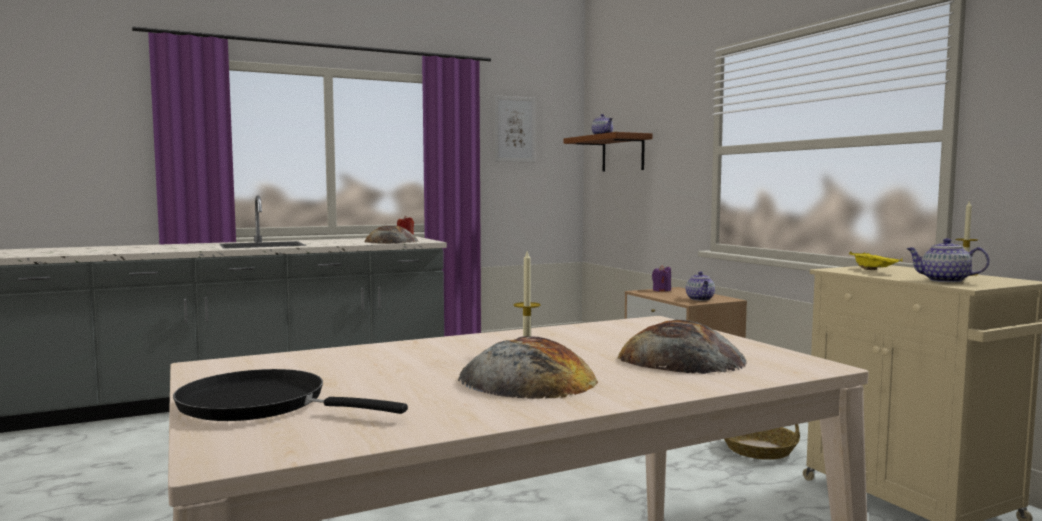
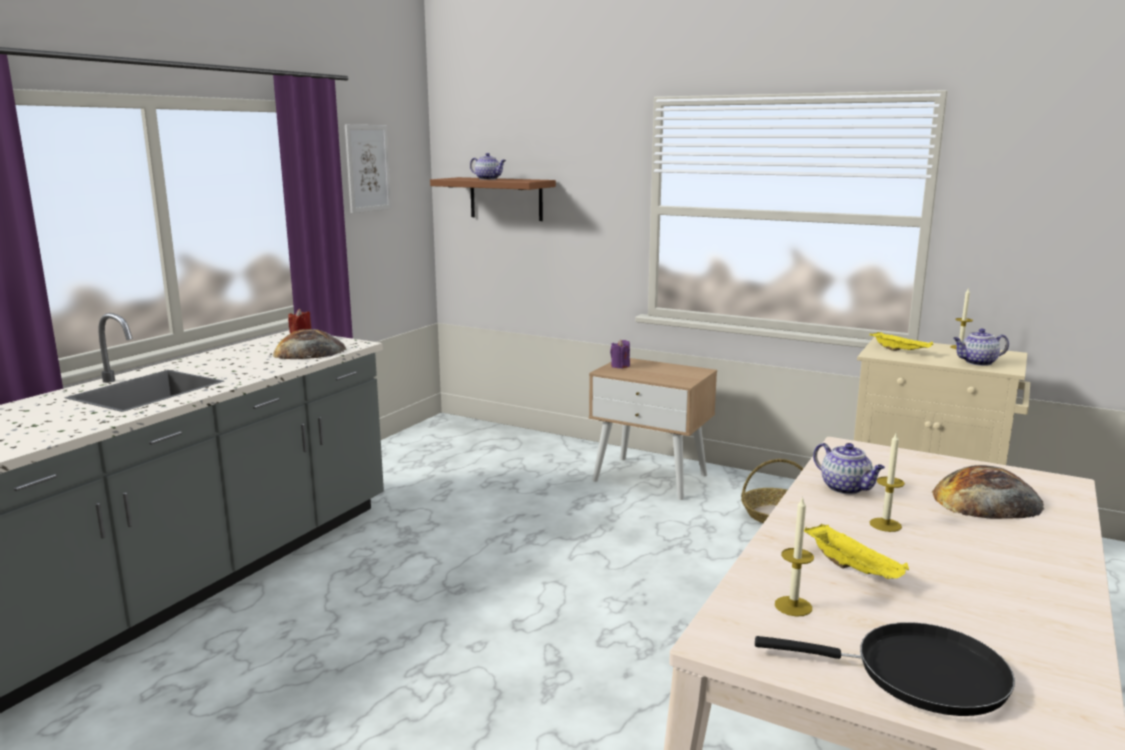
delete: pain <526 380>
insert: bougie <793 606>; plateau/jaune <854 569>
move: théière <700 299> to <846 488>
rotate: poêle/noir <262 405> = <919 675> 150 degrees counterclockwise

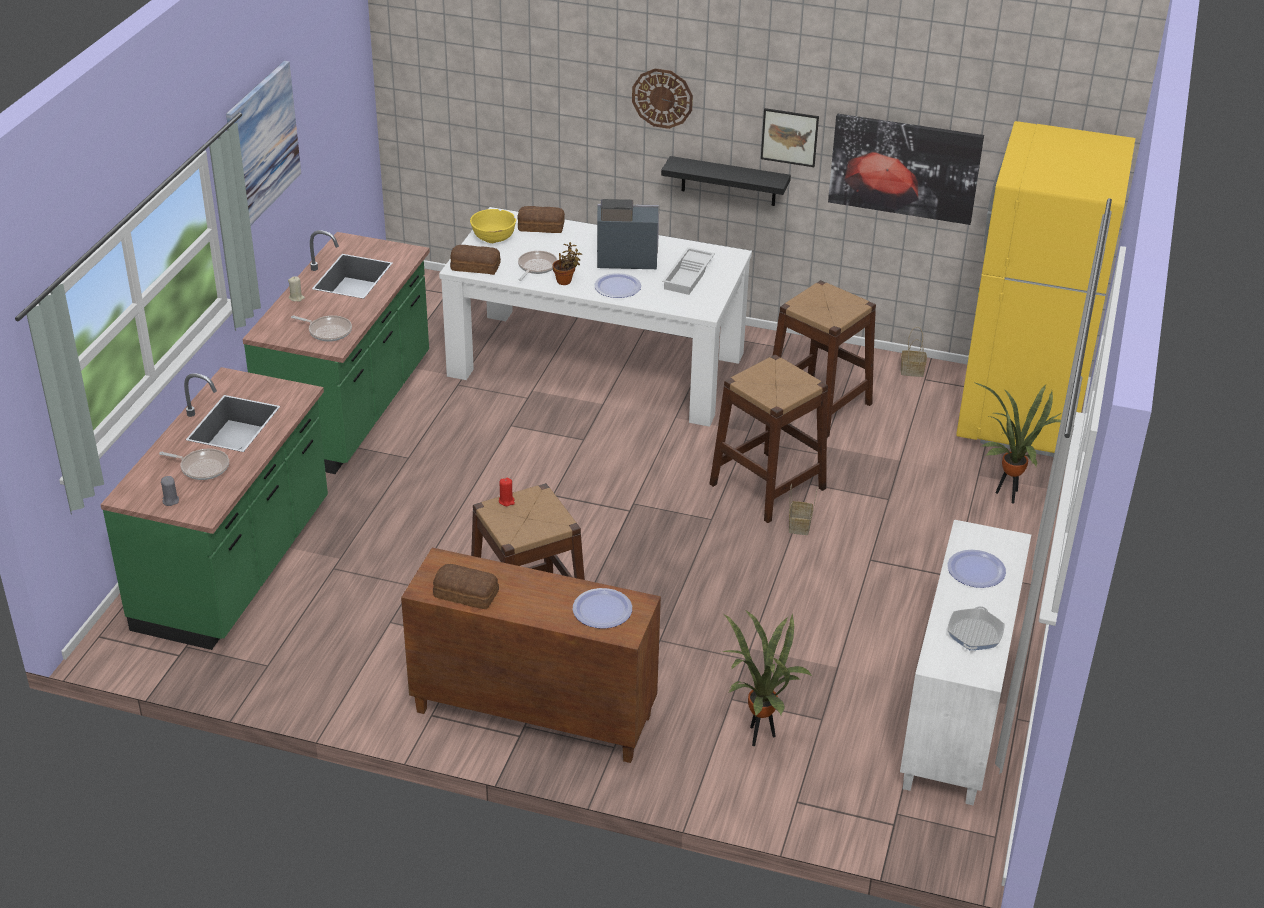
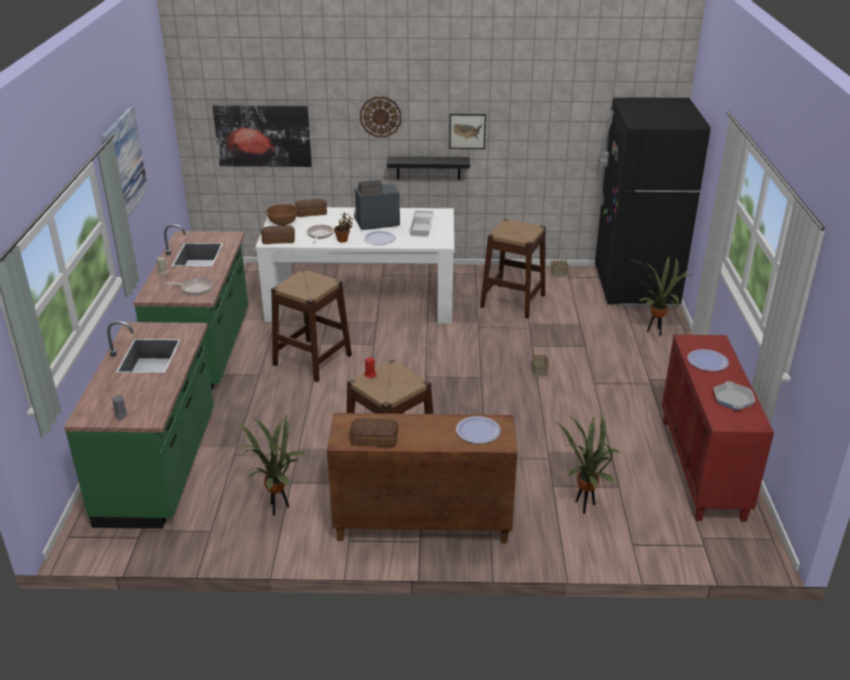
delete: poêle <202 467>
insert: plante en pot <276 509>
move: tabouret/marron <767 486> to <312 360>; tableau <904 168> to <263 135>
recolor: bol/jaune <493 238> to bol/marron <282 223>; meuble de rangement/blanc <956 718> to meuble de rangement/rouge <703 468>; réfrigérateur/jaune <1020 415> to réfrigérateur/noir <635 287>

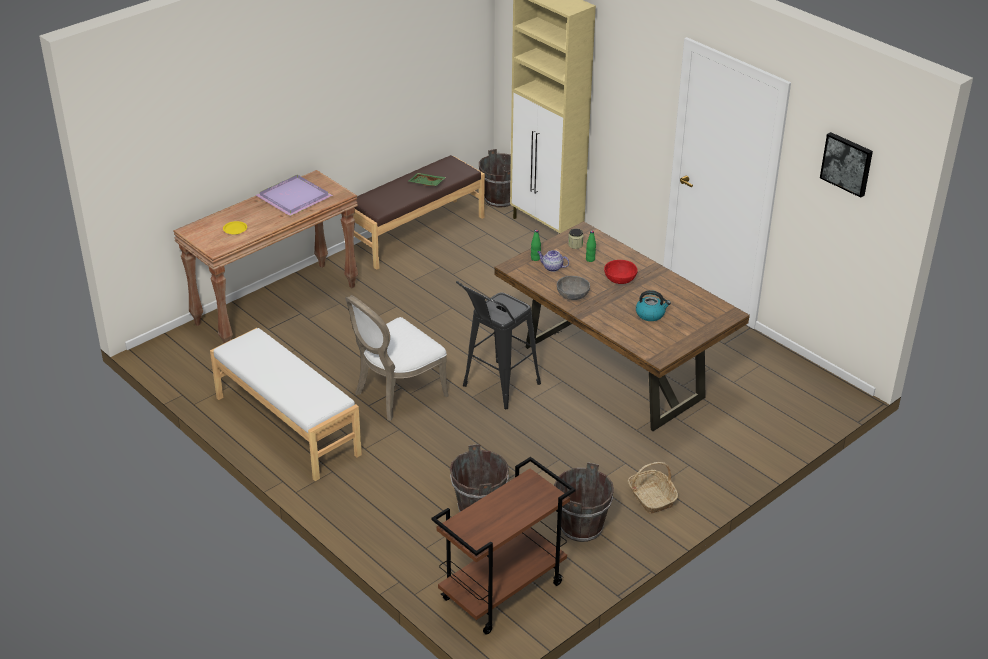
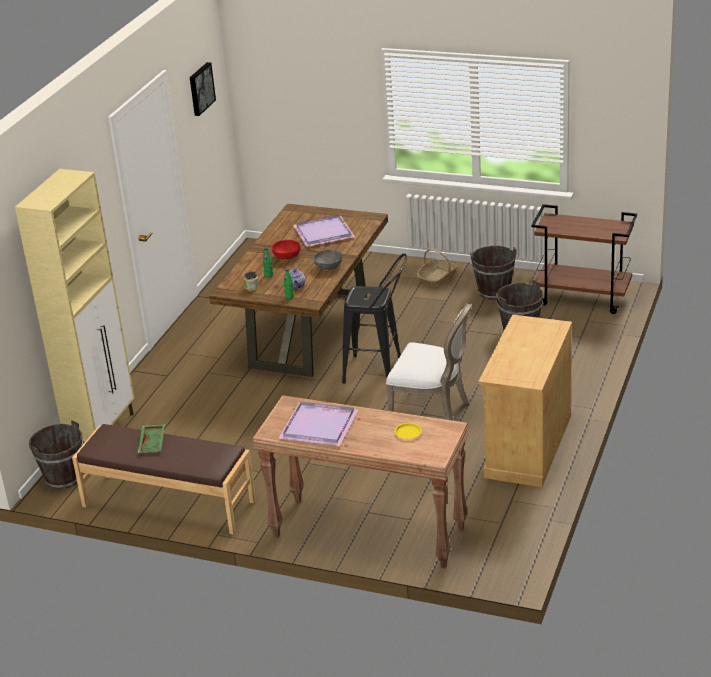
replace: banc/blanc <286 426> to meuble de rangement/beige <527 446>; bouilloire <650 314> to plateau/violet <323 233>

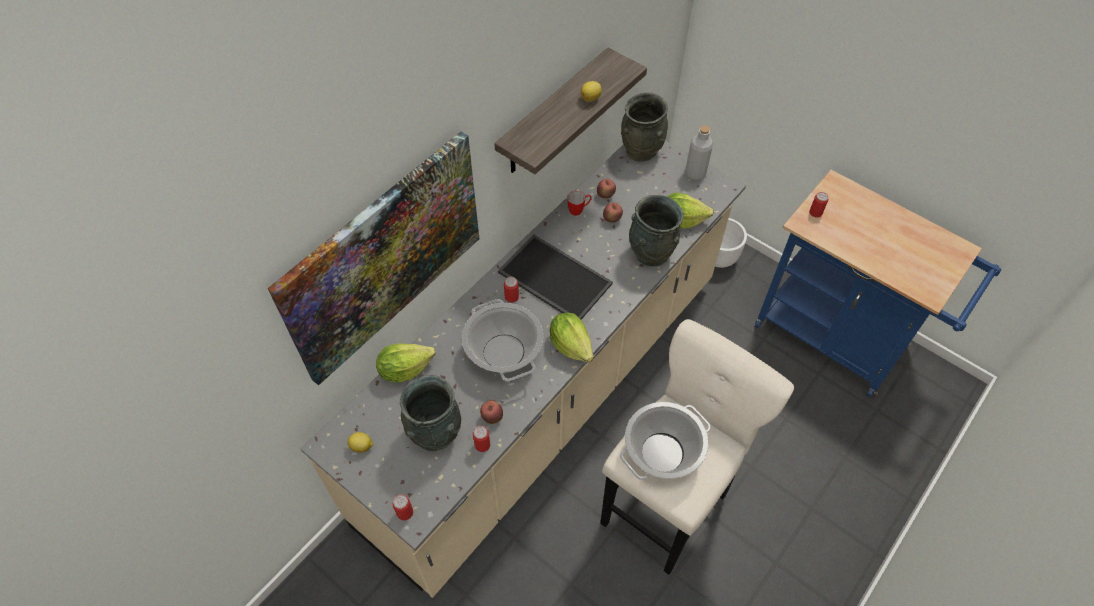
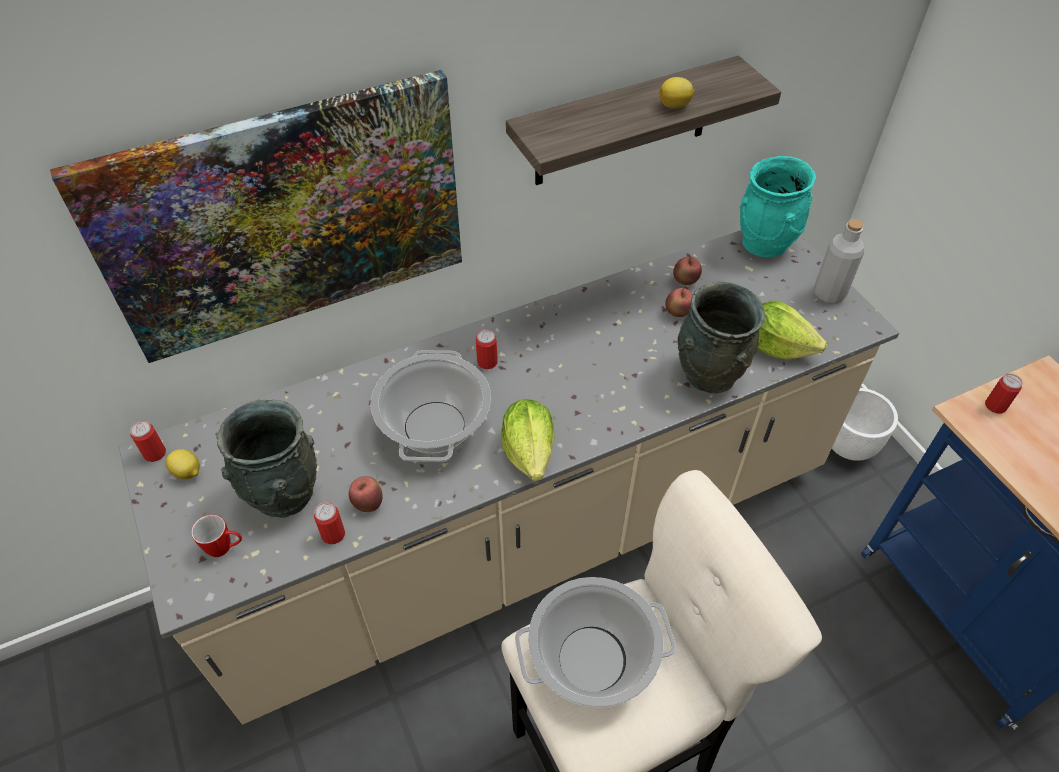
delete: laitue <405 369>; plateau <553 278>
move: boîte métallique <405 512> to <155 453>; mug <579 210> to <225 548>
recolor: vase/gris <641 150> to vase/turquoise <765 243>

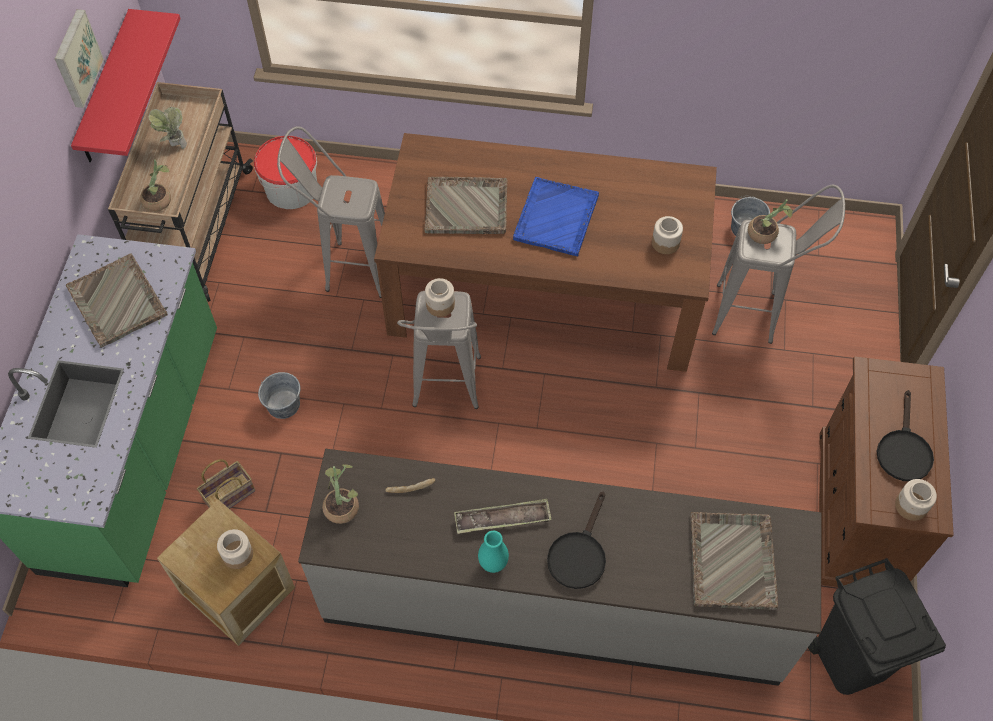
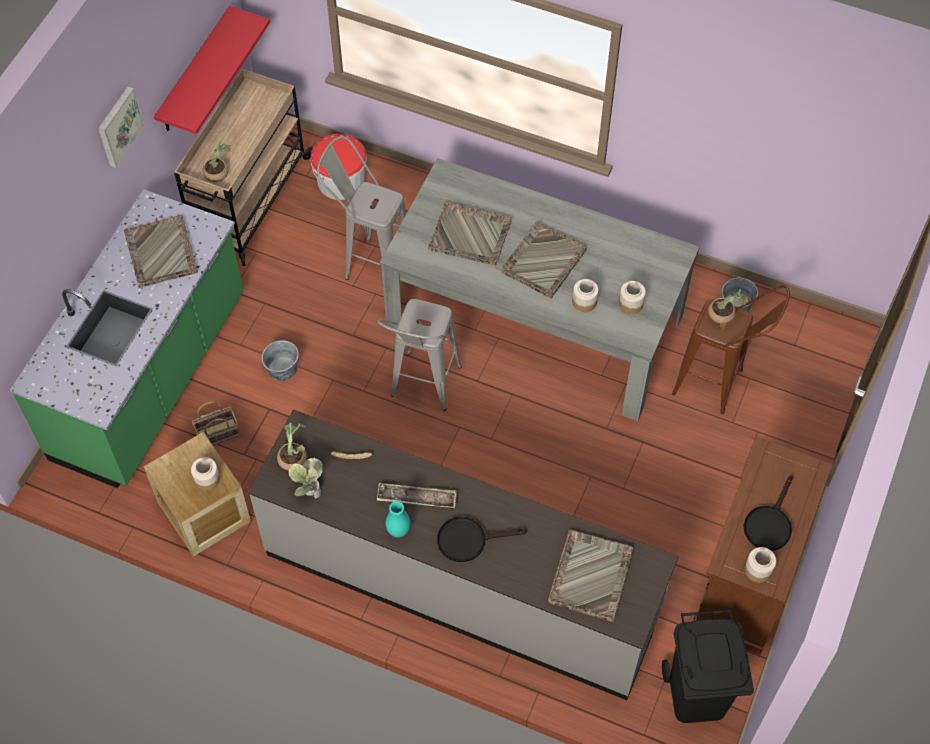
move: tableau <76 58> to <118 126>; plante en pot <174 145> to <308 491>; bocal <440 305> to <584 302>
recolor: table à manger/marron <544 291> to table à manger/gris <535 322>; plateau/bleu <555 218> to plateau/gris <543 261>; tabouret/gris <757 315> to tabouret/marron <718 386>
rotate: poêle/noir <579 553> = <469 539> 45 degrees clockwise

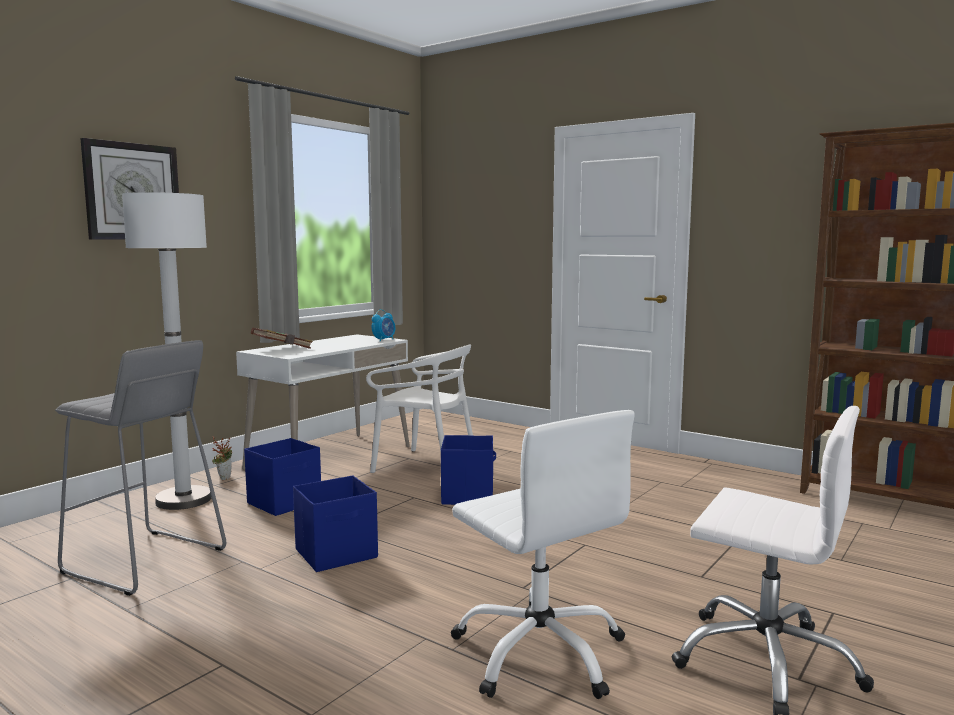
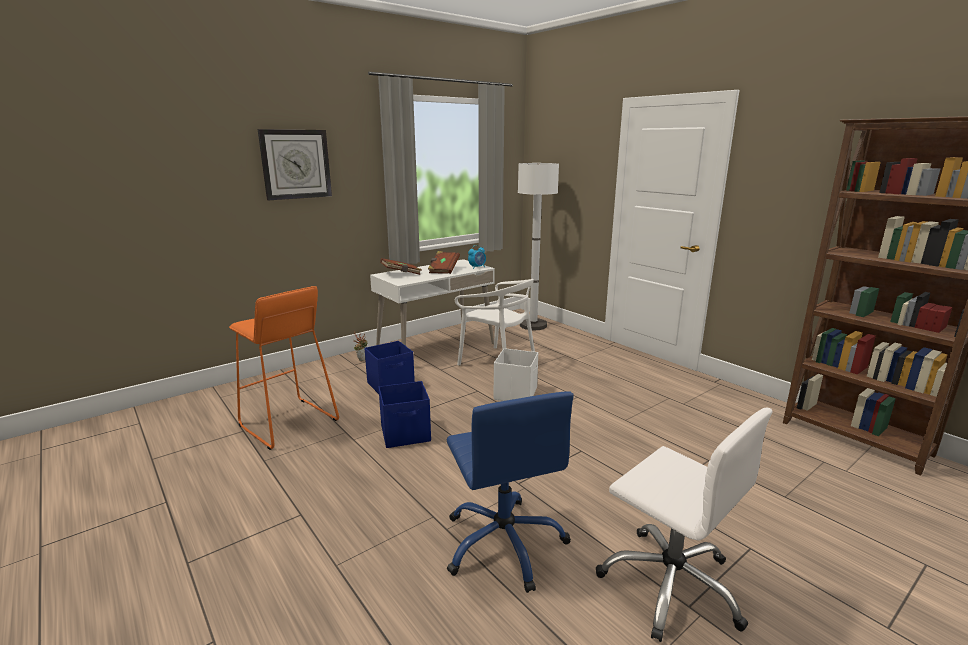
insert: livre/marron <443 270>
move: lampadaire/blanc <184 500> to <533 325>
recolor: tabouret/gris <143 561> to tabouret/orange <288 423>; boîte de rangement/bleu <468 495> to boîte de rangement/blanc <516 393>; chaise de bureau/blanc <540 652> to chaise de bureau/bleu <504 543>

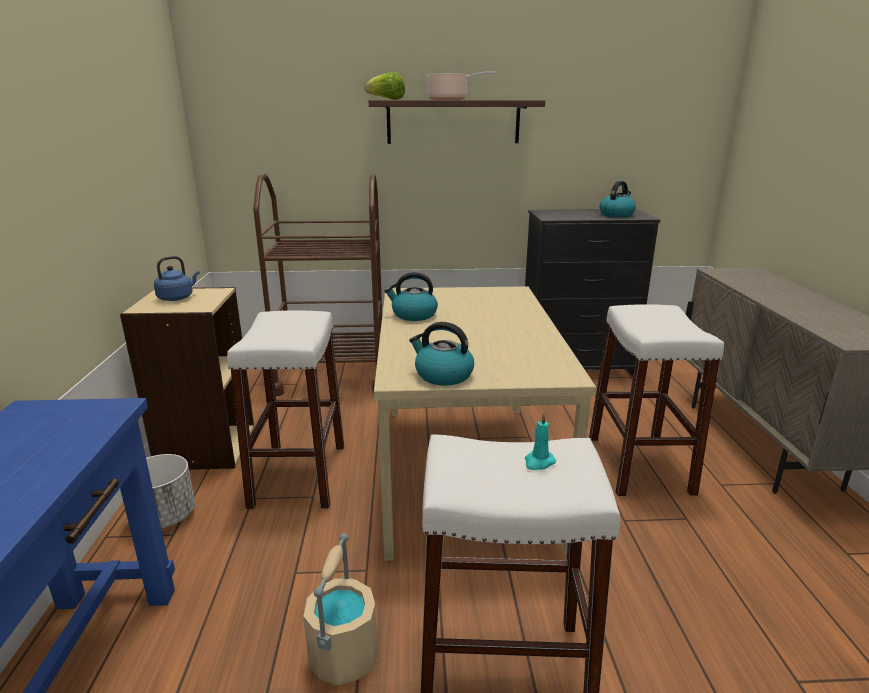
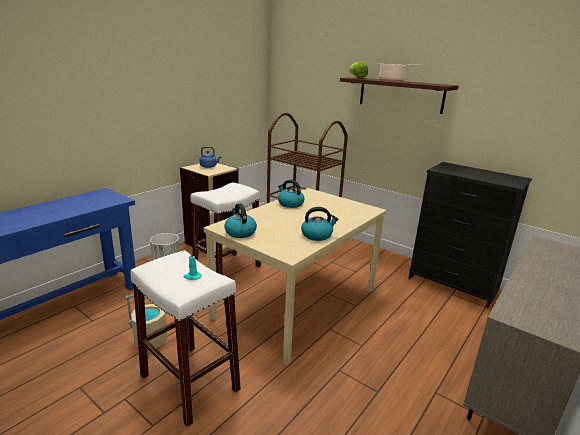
delete: tabouret/blanc <639 465>
move: bouilloire <616 214> to <317 235>

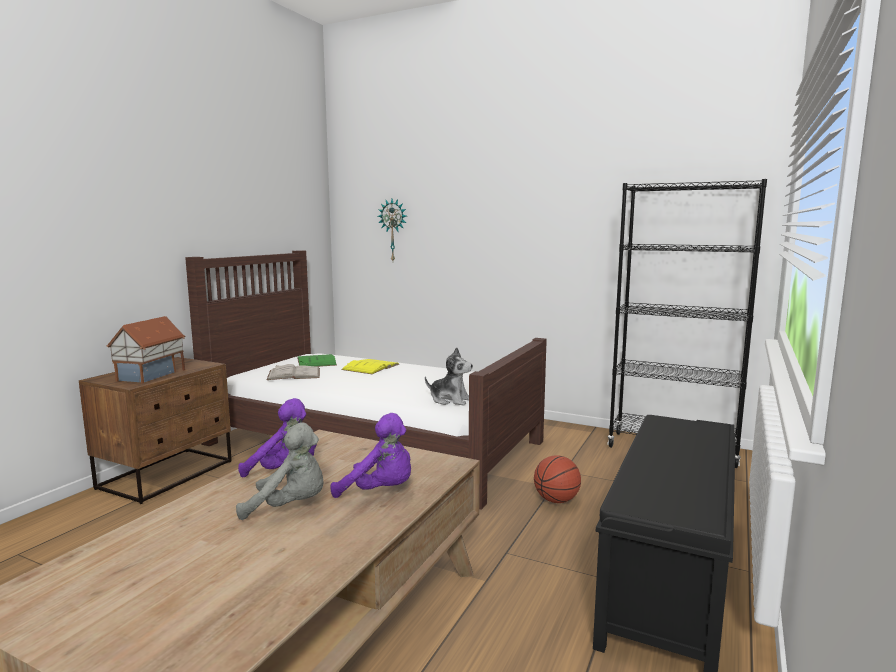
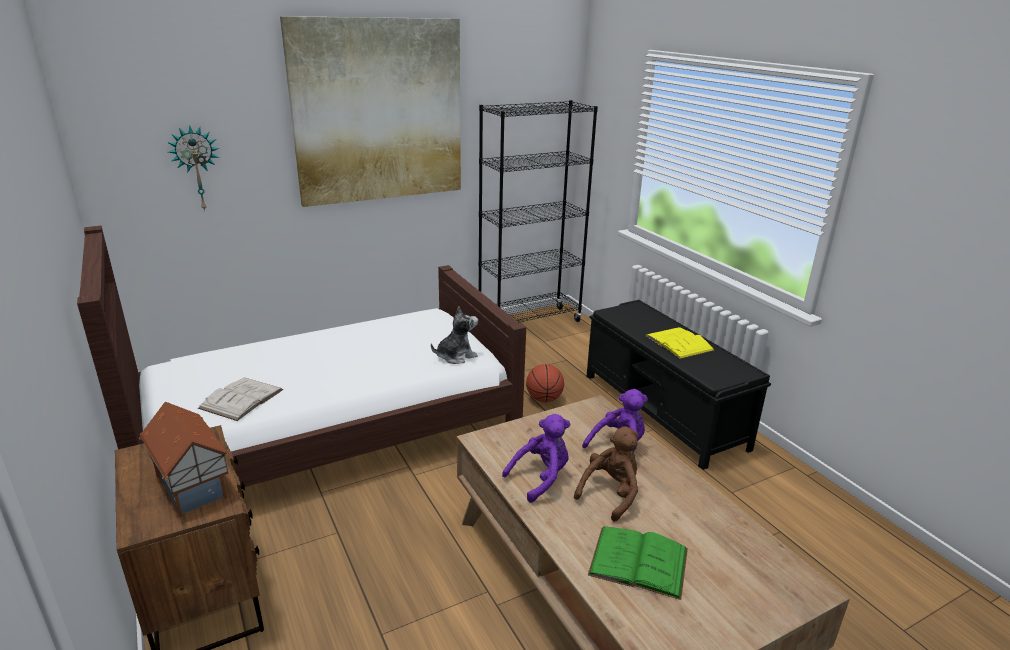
insert: tableau <378 111>
move: livre/vert <316 361> to <638 561>; livre/jaune <370 367> to <679 343>
recolor: peluche/gris <290 507> to peluche/marron <611 494>

